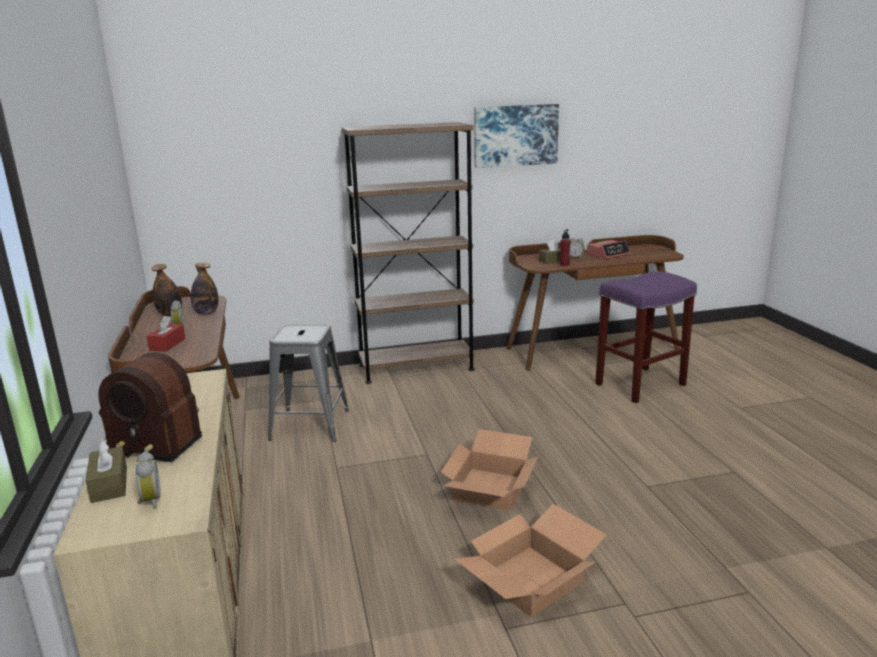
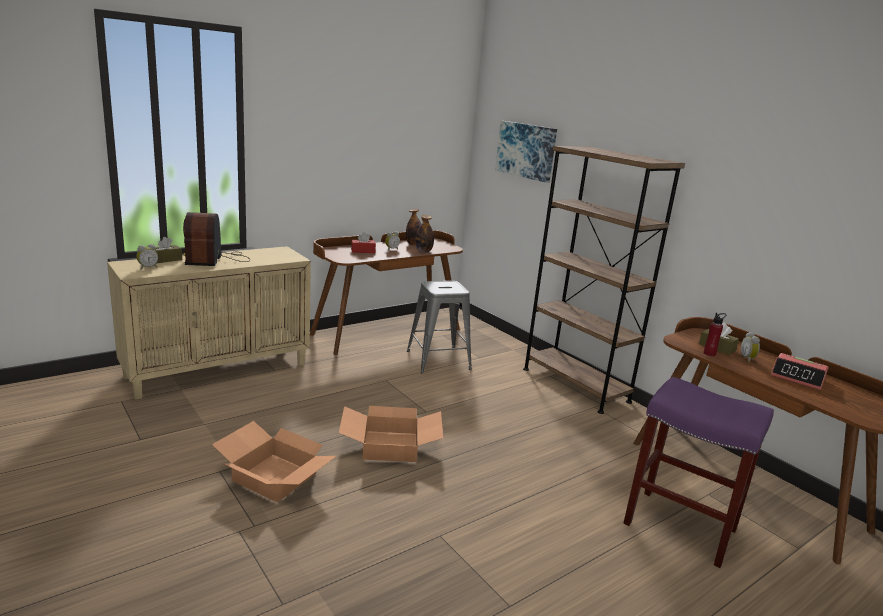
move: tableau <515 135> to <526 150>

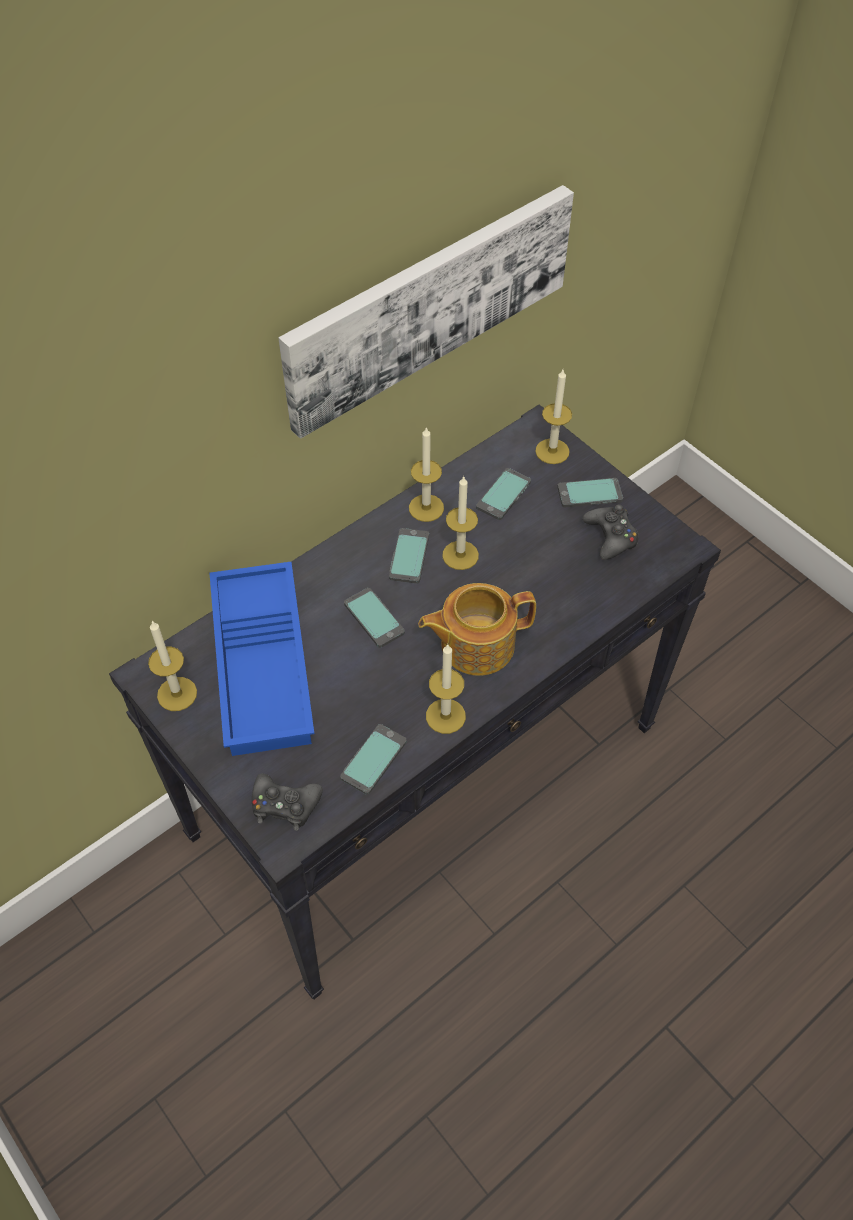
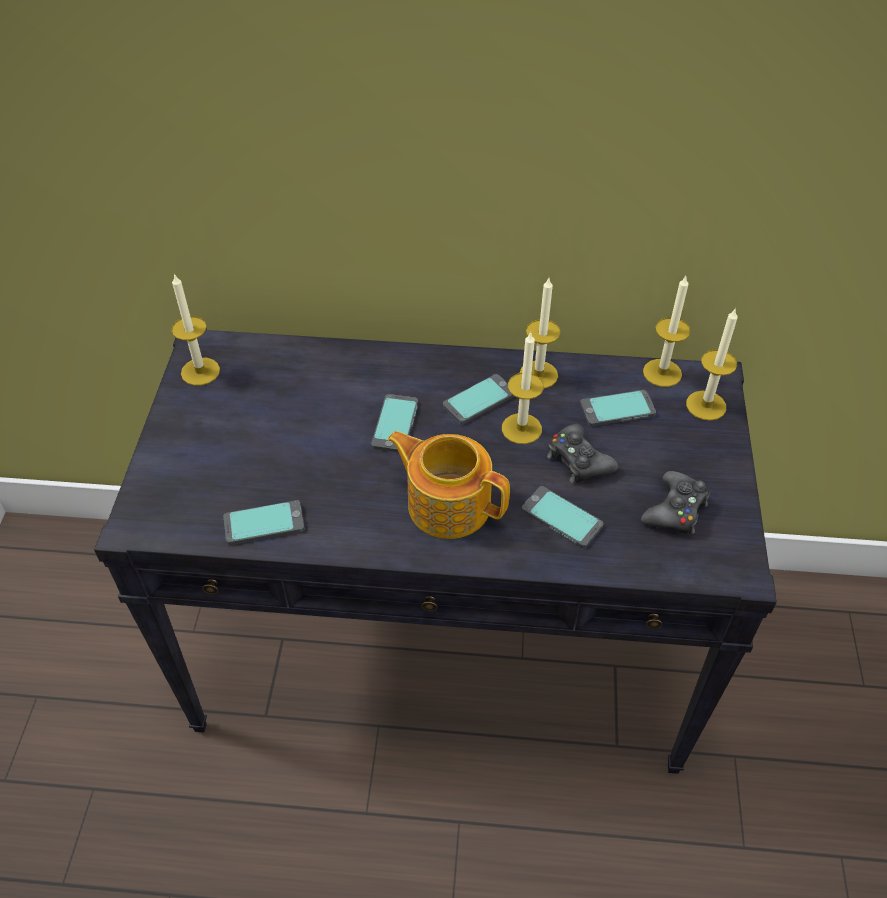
delete: plateau/bleu <266 665>; tableau <428 305>
move: manette/noir <285 805> to <578 460>; bougie <445 716> to <662 373>; téléphone <589 494> to <561 518>

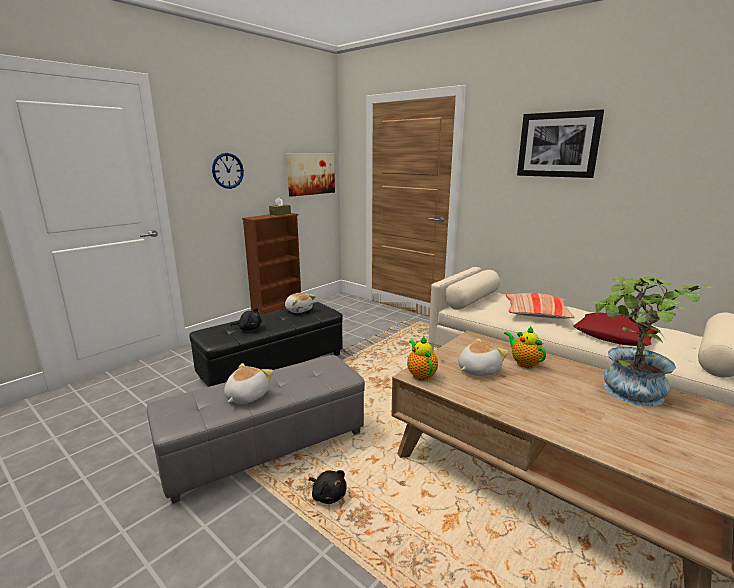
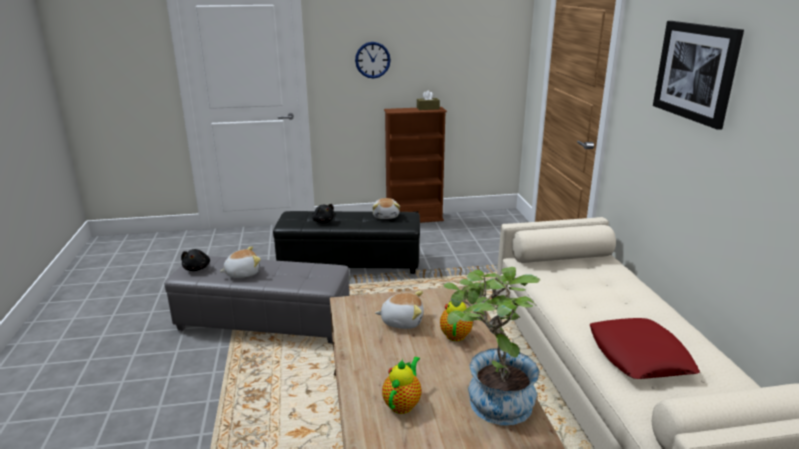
delete: tableau <310 174>; coussin <536 313>
move: peluche/noir <328 495> to <197 268>; théière <421 374> to <403 403>

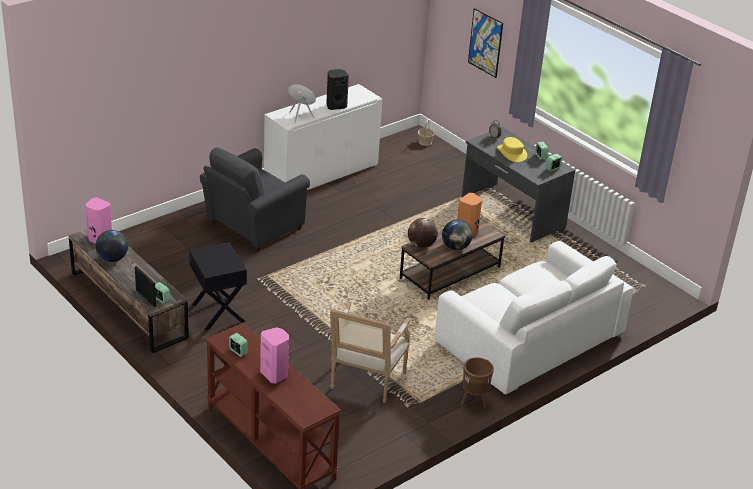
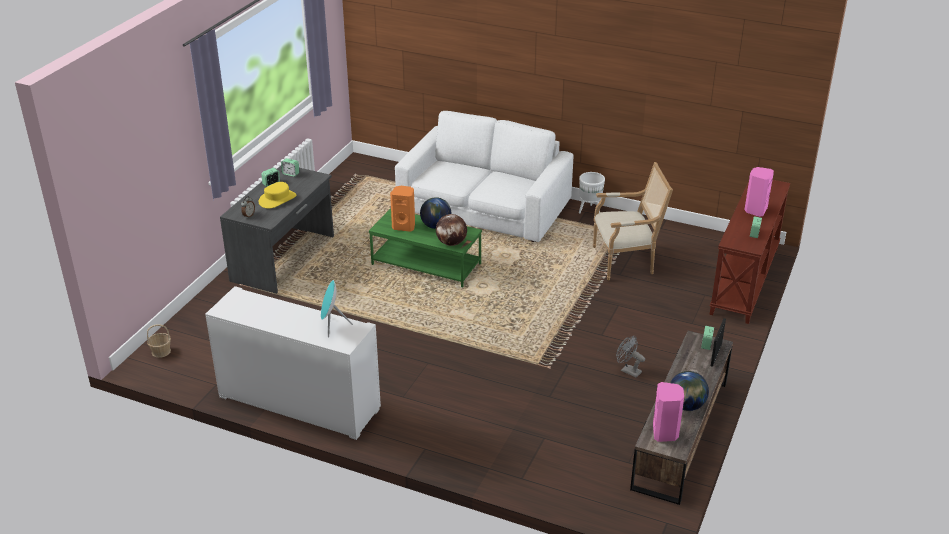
delete: fauteuil/gris <252 227>; enceinte/noir <336 106>; tableau <485 43>
replace: table d'appoint/noir <217 313> to ventilateur/gris <628 370>
recolor: table basse/marron <450 273> to table basse/vert <426 264>; cache-pot/marron <474 402> to cache-pot/blanc <590 211>

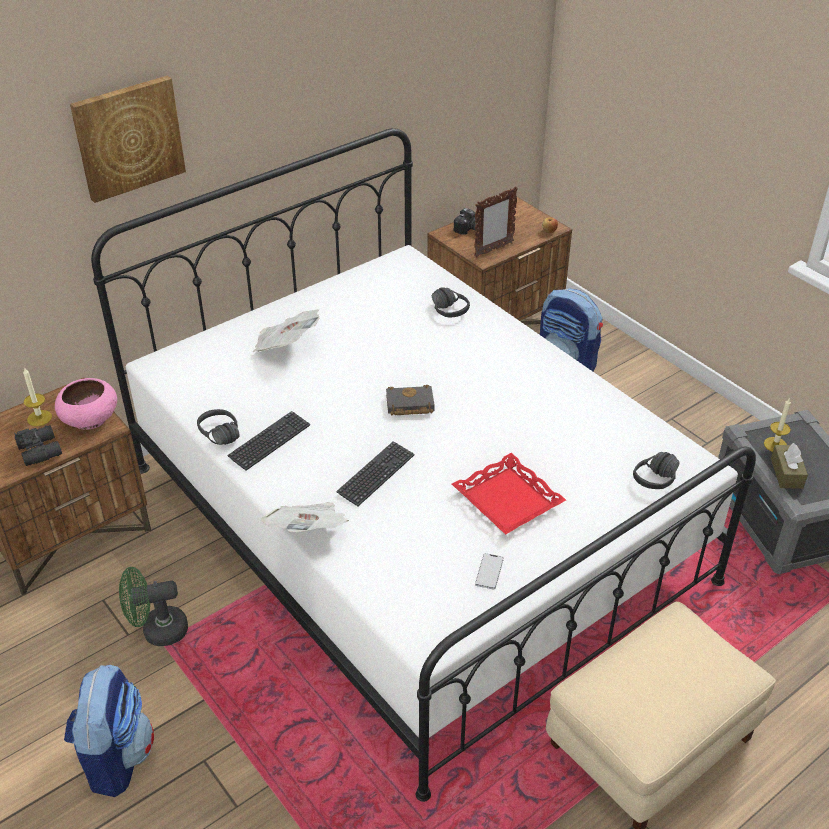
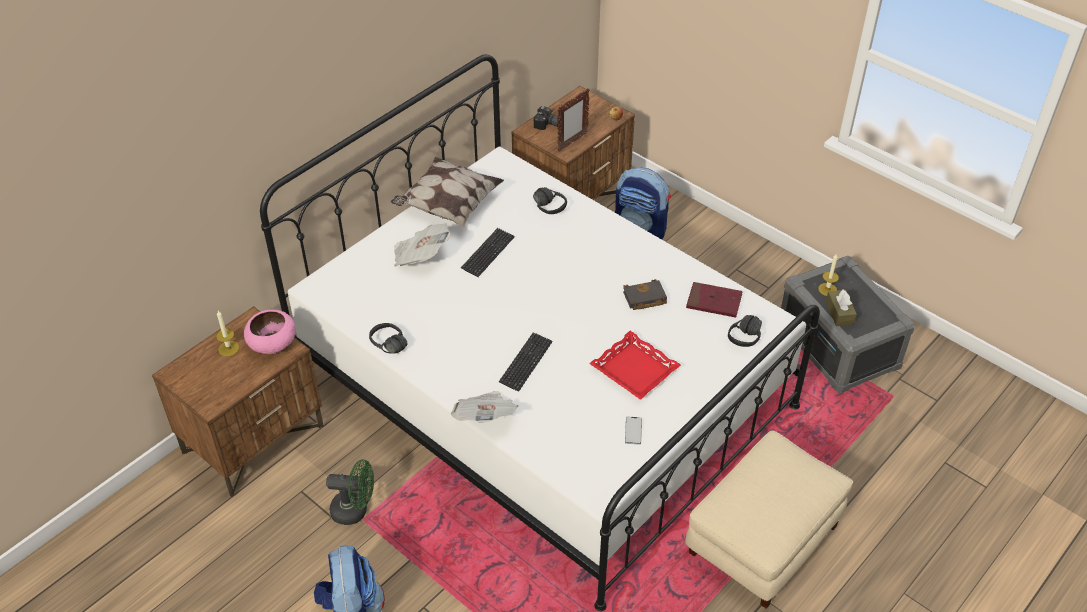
delete: jumelles/noir <40 450>; tableau <128 137>
insert: coussin <448 206>; livre/rouge <714 302>
move: clavier <269 442> to <488 253>; livre/noir <408 405> to <644 299>
rotate: ventilateur/vert <157 631> = <355 510> 150 degrees counterclockwise

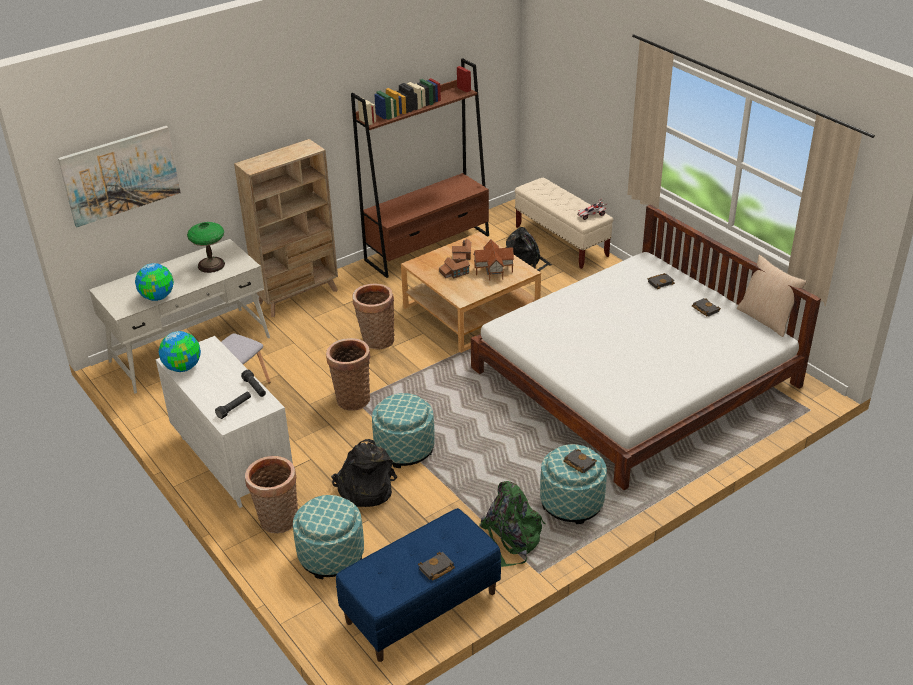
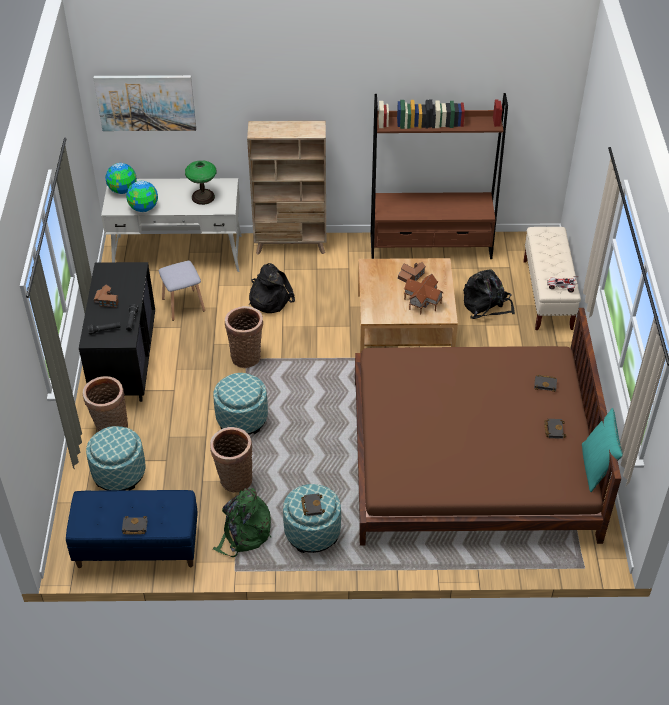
move: globe <183 367> to <123 190>; sac à dos/noir <364 489> to <269 298>; panier <376 340> to <234 479>; maison miniature <454 272> to <107 301>
recolor: commode/blanc <232 460> to commode/noir <125 361>; lit/blanc <634 376> to lit/marron <471 455>; coussin/beige <766 319> to coussin/turquoise <596 468>

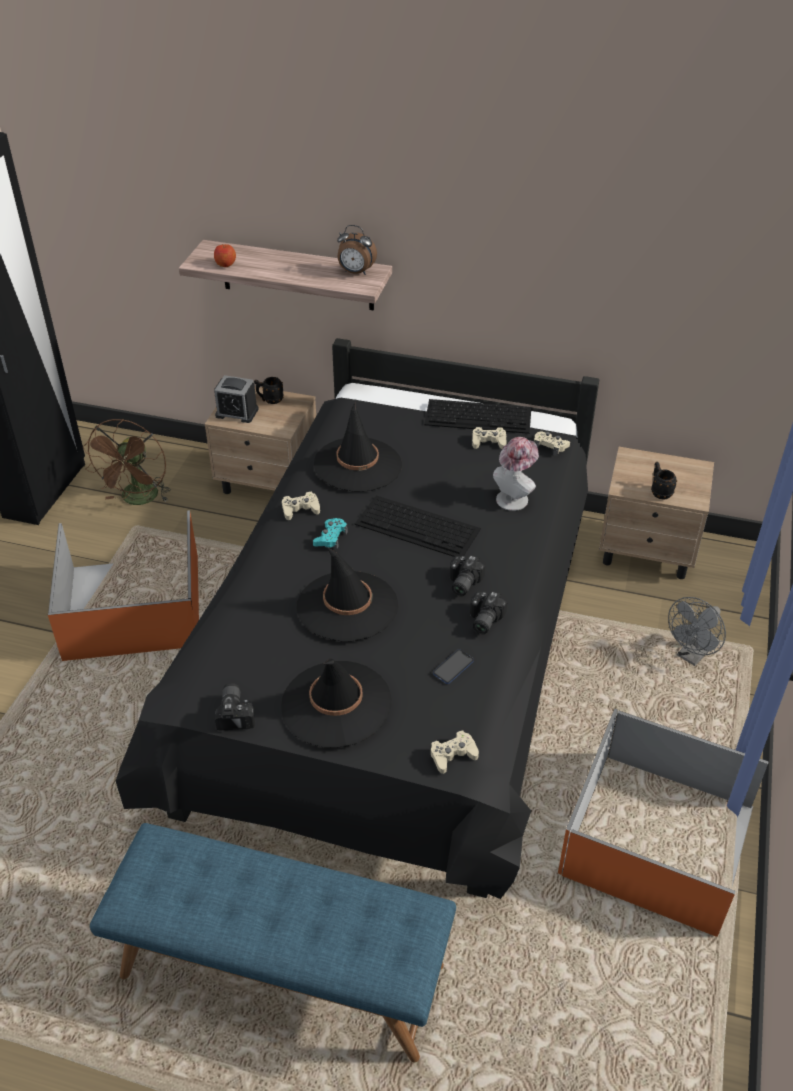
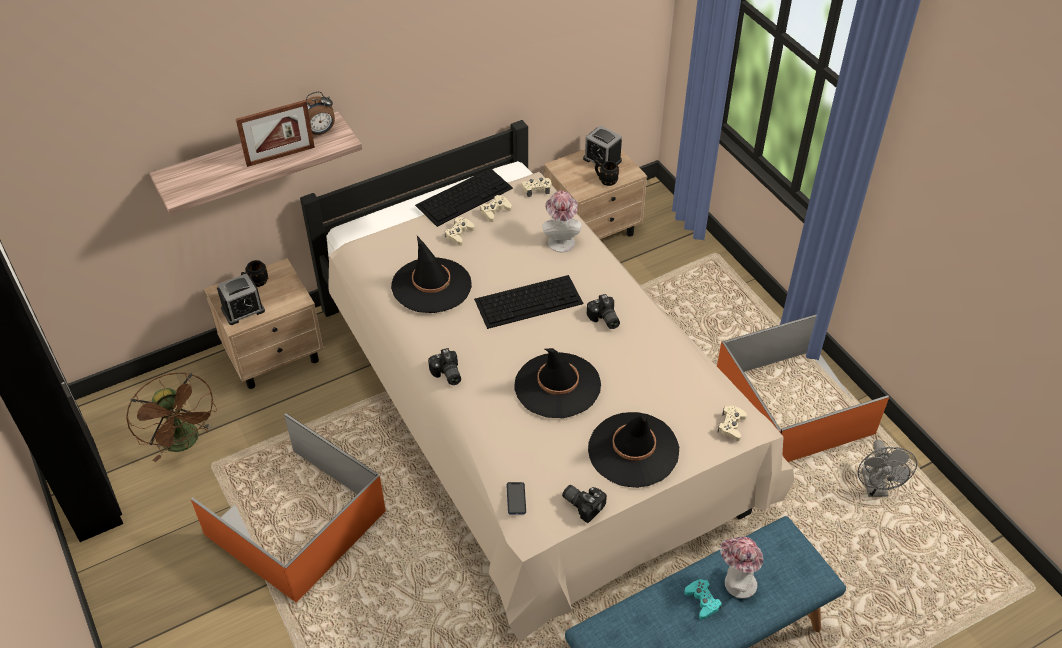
delete: pomme <225 264>
insert: cadre photo <280 156>; réveil <602 160>; chapeau <736 582>
move: manette/beige <300 509> to <459 234>; manette/turquoise <330 538> to <702 601>; téléphone <453 667> to <516 499>; appareil photo <482 620> to <446 374>; ventilateur/gris <692 655> to <876 488>
recolor: lit/noir <395 661> to lit/beige <529 417>

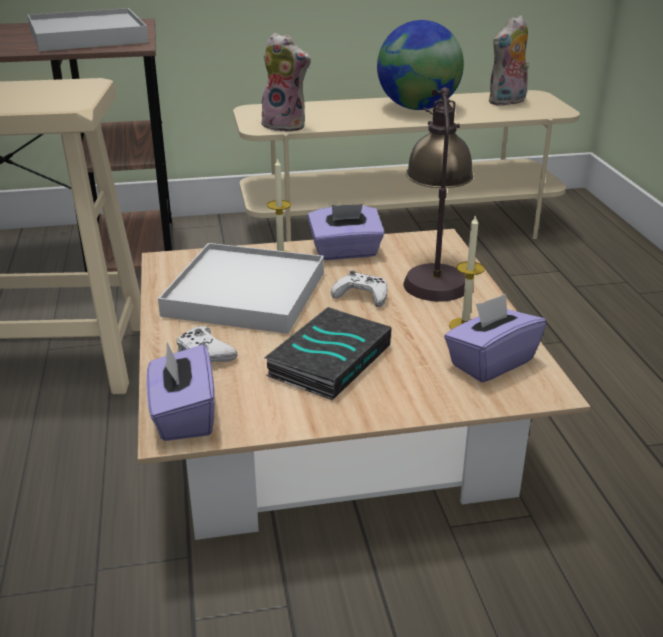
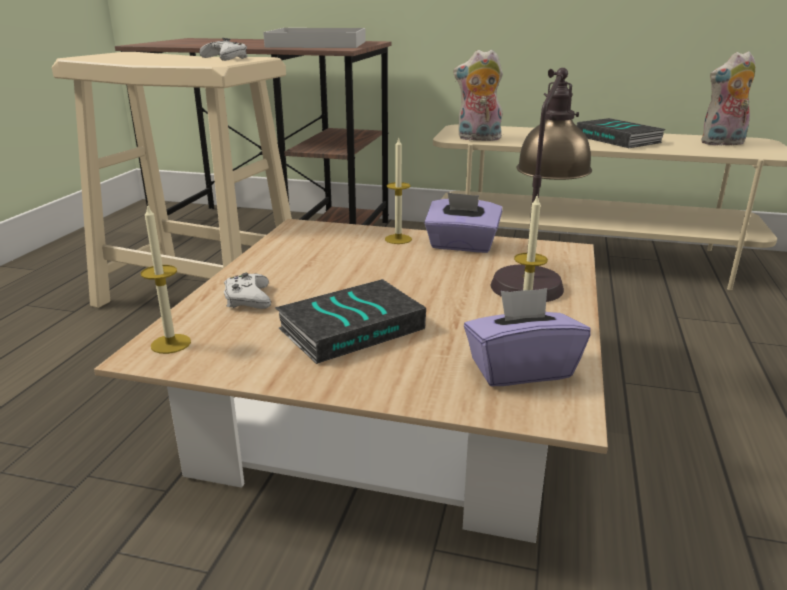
delete: plateau/blanc <246 294>
move: manette/blanc <362 296> to <225 58>
replace: boîte à mouchoirs/violet <183 416> to bougie <171 344>; globe <417 108> to livre <619 139>
rotate: peluche <286 125> = <478 139> 135 degrees clockwise

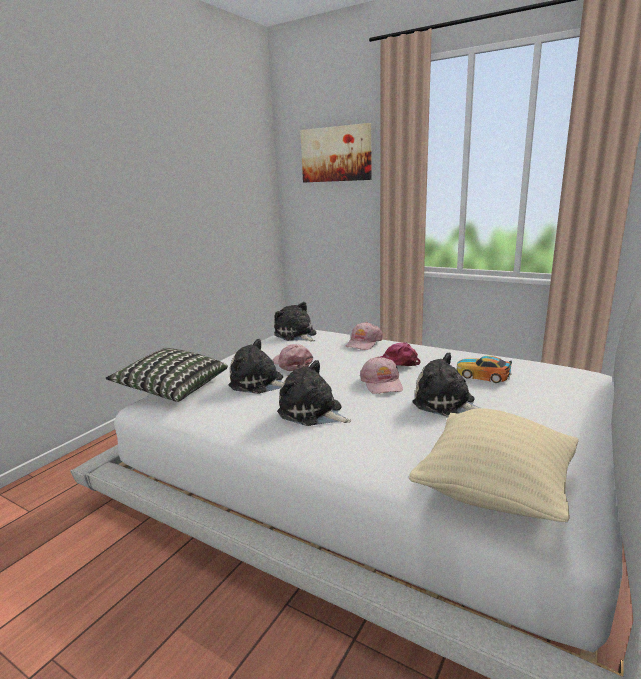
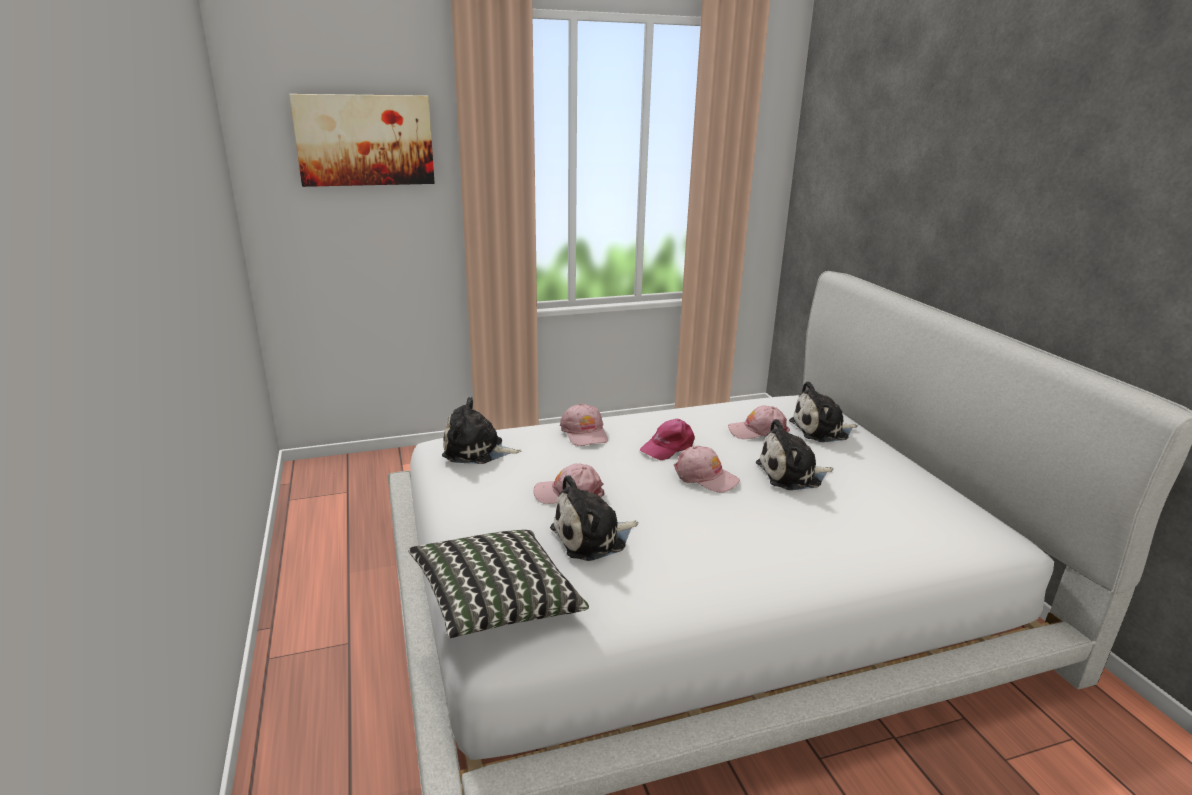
delete: coussin/beige <494 491>
move: peluche <312 412> to <822 430>
replace: petite voiture <482 375> to casquette/rose <758 431>

